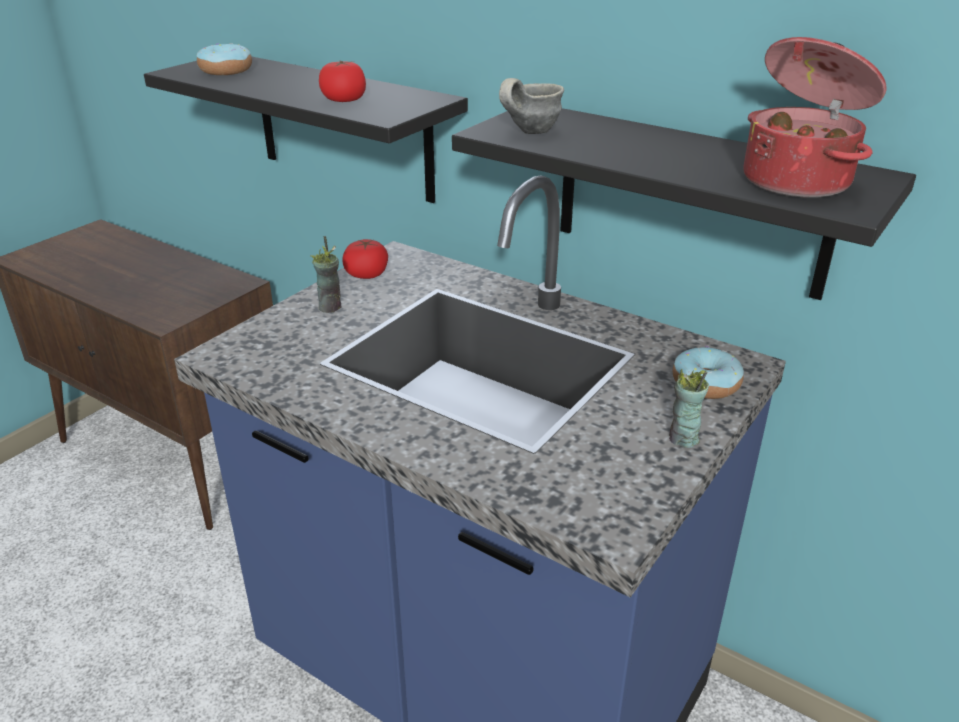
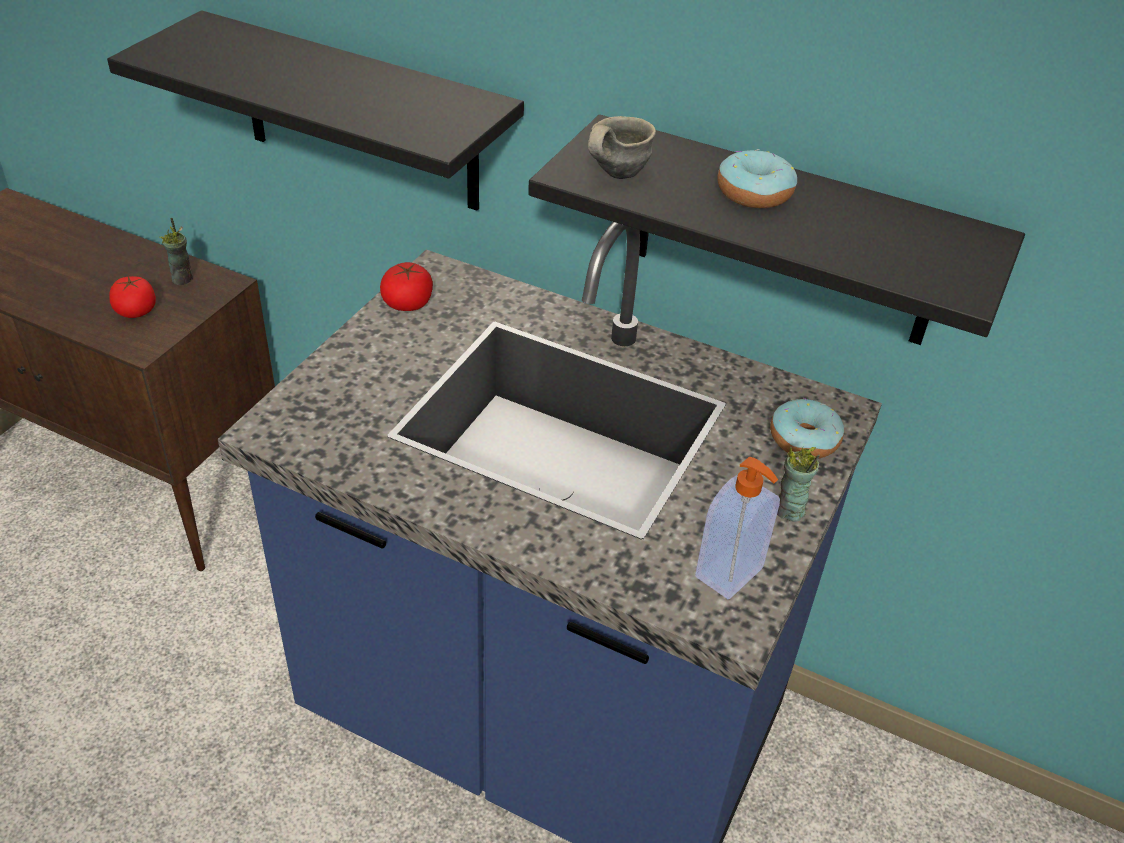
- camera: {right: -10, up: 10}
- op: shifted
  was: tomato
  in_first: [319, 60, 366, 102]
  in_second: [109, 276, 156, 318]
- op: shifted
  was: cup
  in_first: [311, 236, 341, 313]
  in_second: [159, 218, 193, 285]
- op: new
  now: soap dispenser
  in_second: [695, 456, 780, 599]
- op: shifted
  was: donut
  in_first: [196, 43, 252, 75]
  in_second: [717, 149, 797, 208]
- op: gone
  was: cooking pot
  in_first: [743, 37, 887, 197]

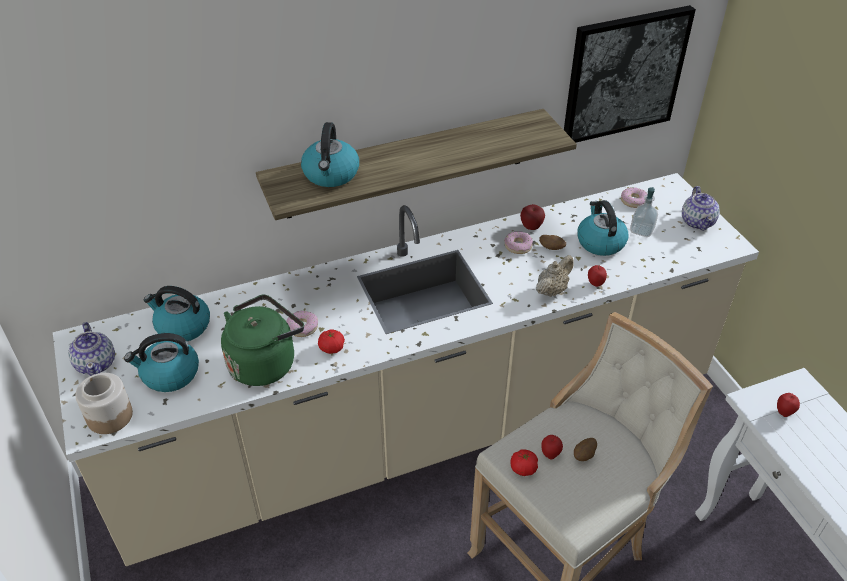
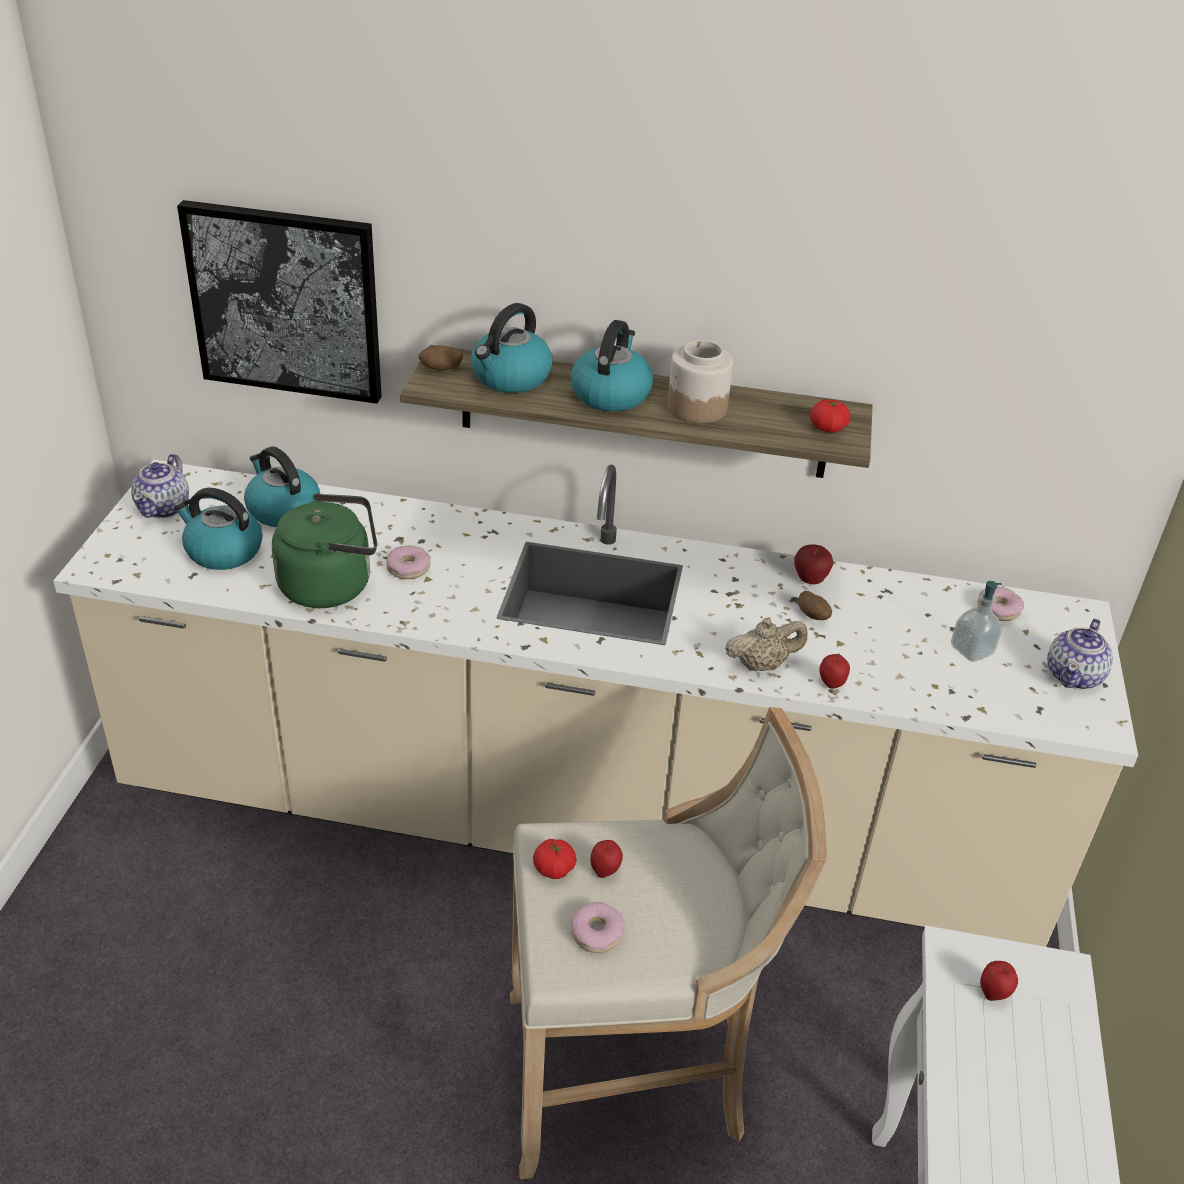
- camera: {right: 30, up: -5}
- op: shifted
  was: picture
  in_first: [564, 5, 696, 143]
  in_second: [177, 200, 382, 404]
- op: shifted
  was: potato
  in_first: [574, 438, 597, 461]
  in_second: [419, 346, 463, 371]
- op: shifted
  was: kettle
  in_first: [577, 200, 628, 256]
  in_second: [570, 320, 653, 411]
- op: shifted
  was: donut
  in_first: [504, 231, 533, 254]
  in_second: [571, 902, 625, 953]
- op: shifted
  was: jar
  in_first: [75, 373, 133, 434]
  in_second: [667, 340, 733, 423]
- op: shifted
  was: tomato
  in_first: [318, 329, 345, 354]
  in_second: [810, 399, 850, 433]

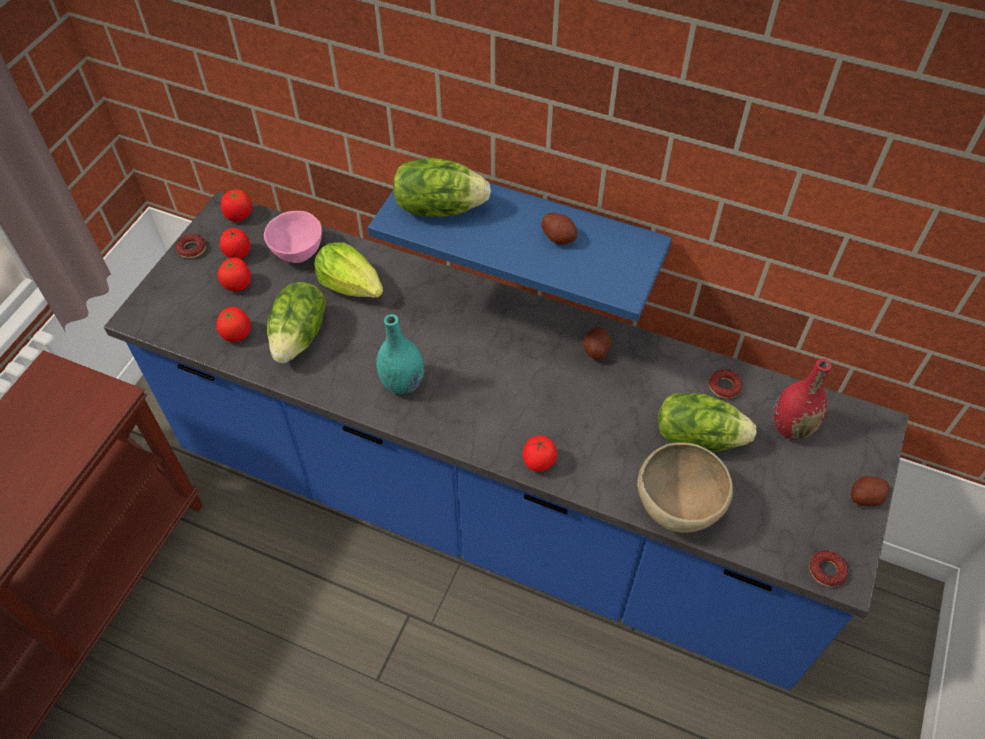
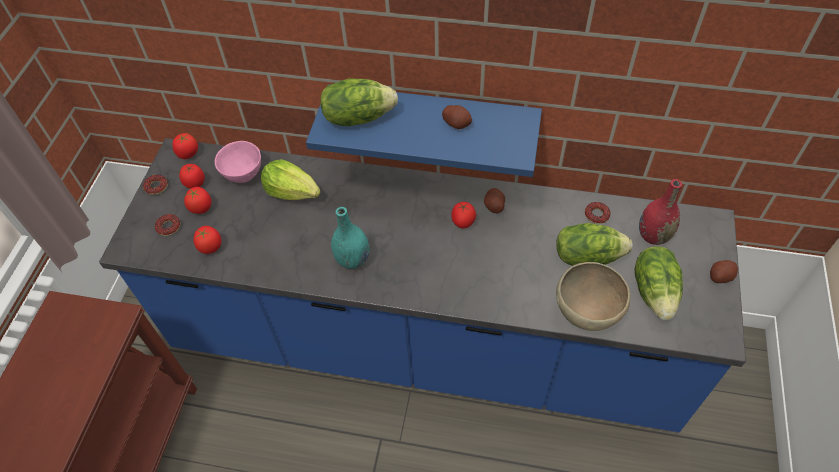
- camera: {right: -10, up: 0}
- op: shifted
  was: donut
  in_first: [810, 550, 848, 587]
  in_second: [155, 214, 180, 236]
- op: shifted
  was: tomato
  in_first: [523, 436, 557, 472]
  in_second: [451, 202, 476, 228]
- op: shifted
  was: lettuce
  in_first: [267, 282, 326, 363]
  in_second: [635, 247, 683, 320]

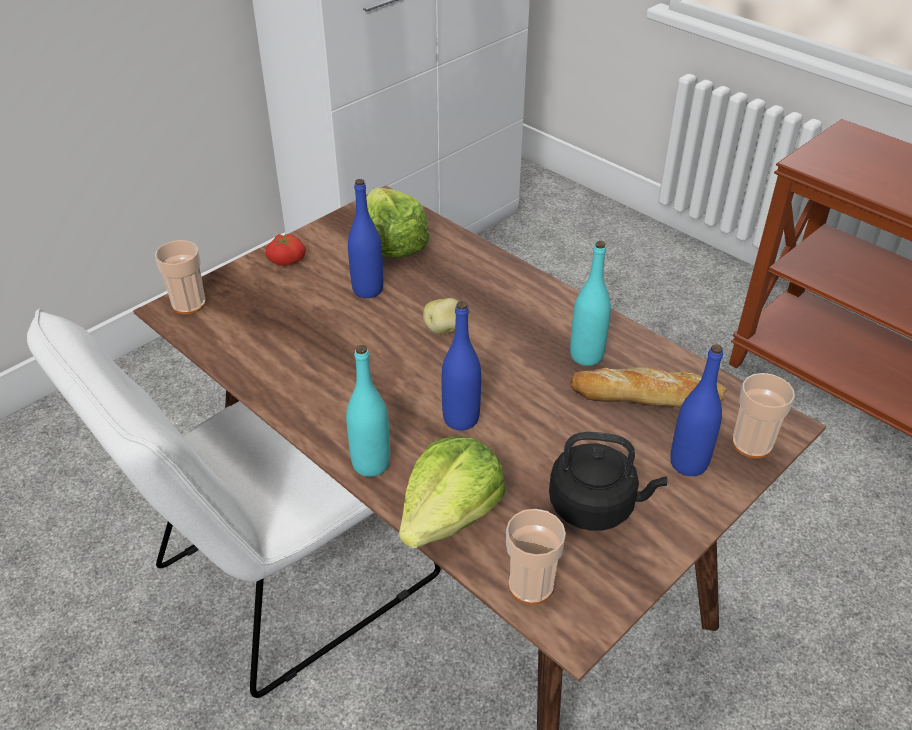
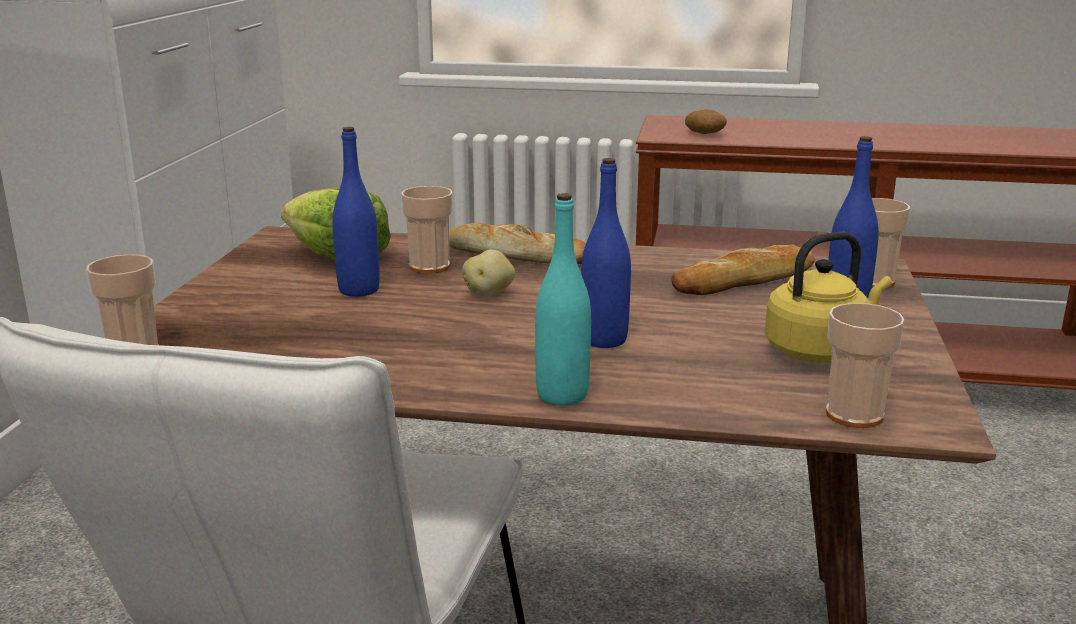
- camera: {right: -35, up: -20}
- op: new
  now: cup
  in_second: [401, 186, 453, 274]
- op: new
  now: bread
  in_second: [449, 223, 586, 264]
- op: new
  now: potato
  in_second: [685, 110, 727, 134]
- op: repainted
  was: kettle/black
  now: kettle/yellow
  in_first: [549, 432, 668, 531]
  in_second: [765, 232, 892, 363]
- op: gone
  was: tomato
  in_first: [266, 234, 306, 266]
- op: gone
  was: lettuce
  in_first: [399, 436, 506, 549]
- op: gone
  was: bottle/turquoise
  in_first: [570, 241, 611, 366]

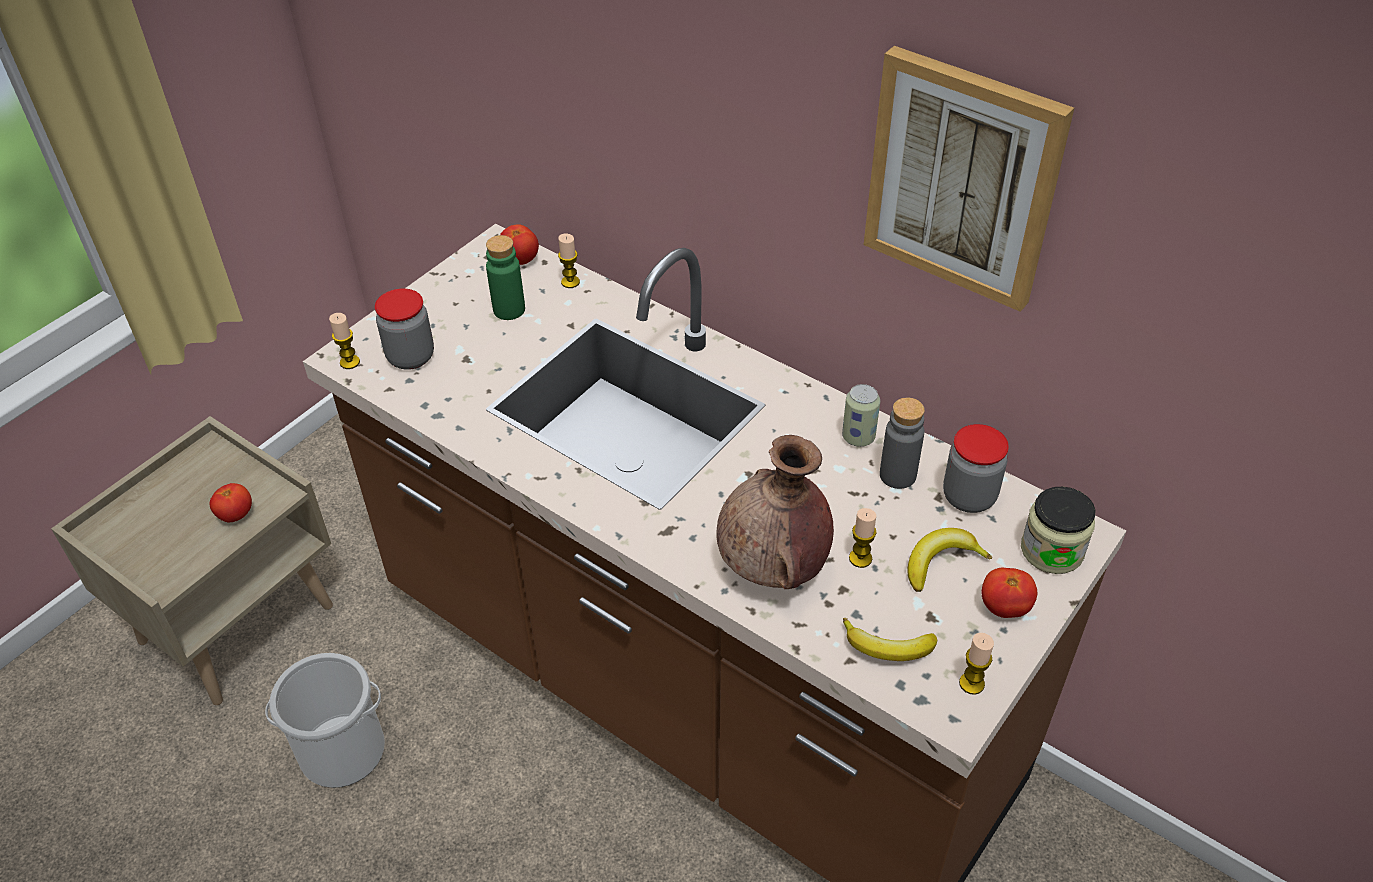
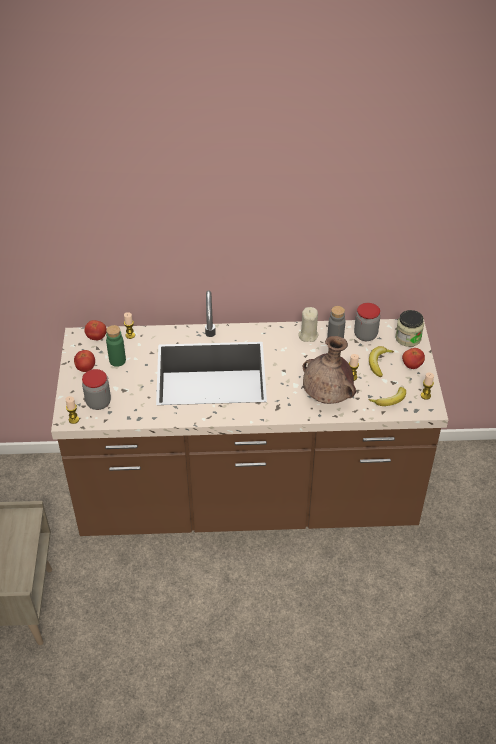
- camera: {right: -40, up: 0}
- op: shifted
  was: tomato
  in_first: [209, 483, 252, 522]
  in_second: [74, 350, 95, 372]
- op: swapped
  was: can
  now: candle/beige
  in_first: [842, 384, 880, 447]
  in_second: [298, 307, 319, 342]
- op: gone
  was: bucket
  in_first: [265, 653, 385, 788]
- op: gone
  was: picture
  in_first: [864, 46, 1074, 312]

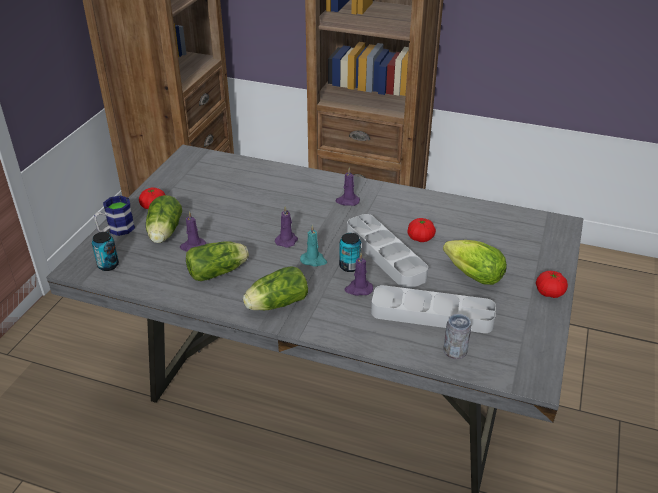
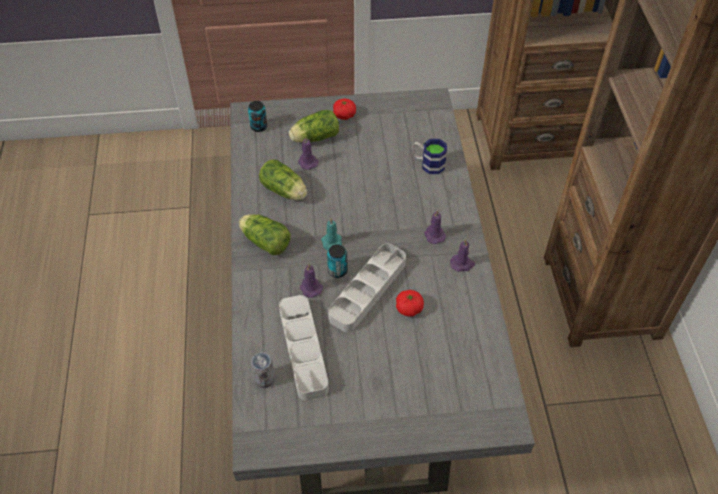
- camera: {right: 65, up: 15}
- op: shifted
  was: mug
  in_first: [94, 195, 135, 236]
  in_second: [413, 139, 447, 174]
- op: shifted
  was: candle/purple
  in_first: [275, 206, 298, 248]
  in_second: [450, 239, 475, 272]
- op: gone
  was: lettuce
  in_first: [443, 240, 507, 285]
- op: gone
  was: tomato
  in_first: [536, 271, 568, 298]

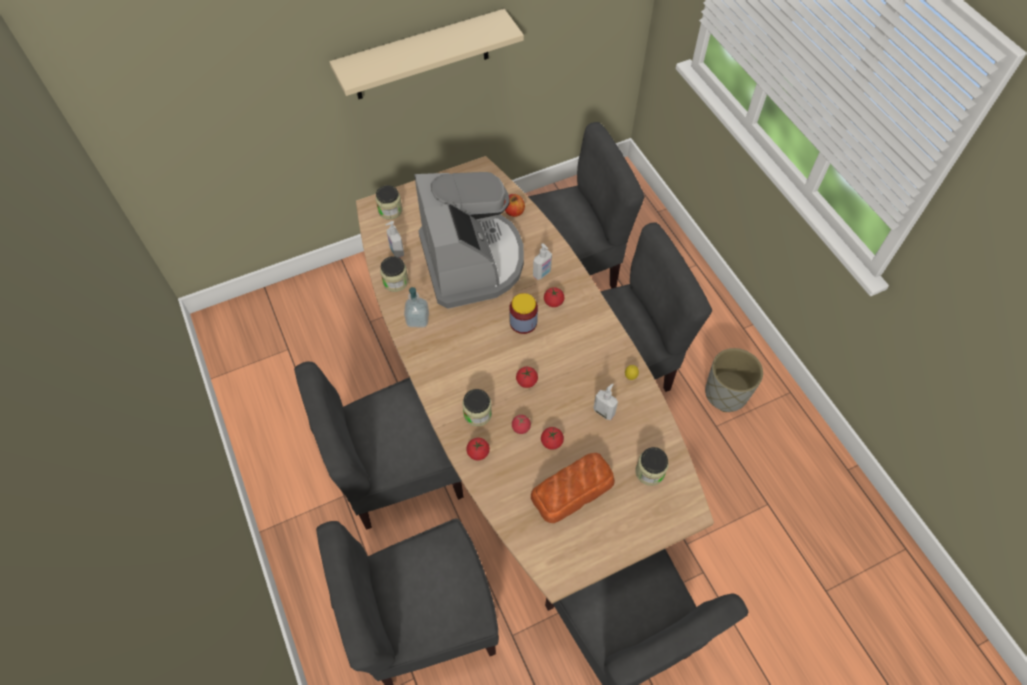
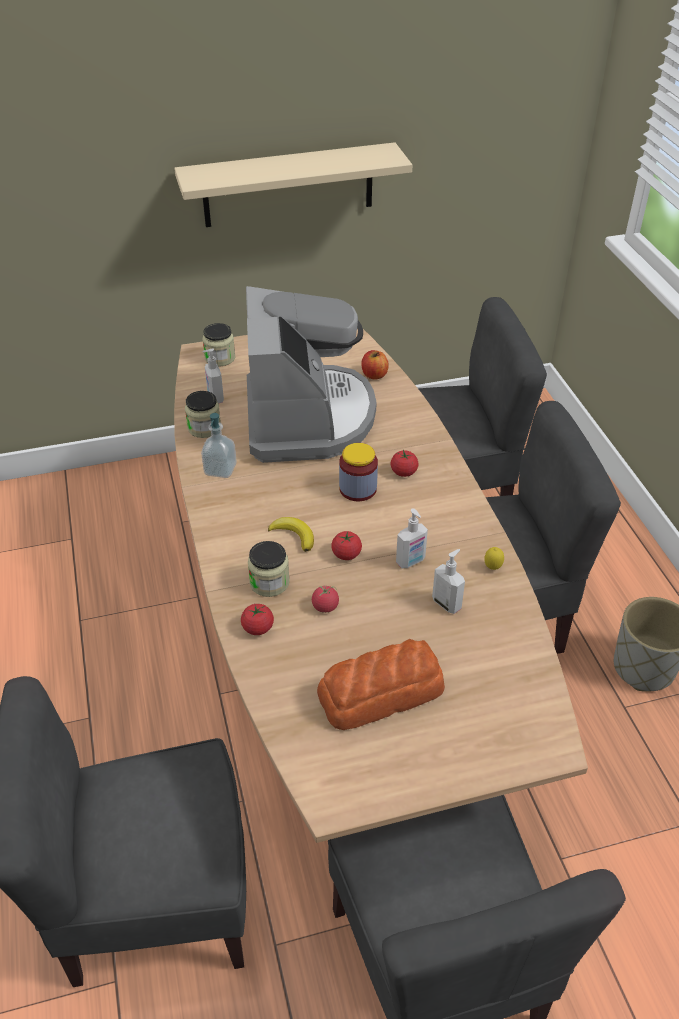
- camera: {right: 10, up: -15}
- op: new
  now: banana
  in_second: [268, 517, 314, 552]
- op: shifted
  was: soap dispenser
  in_first: [533, 243, 552, 280]
  in_second: [396, 508, 428, 568]
- op: gone
  was: chair/grey
  in_first: [294, 361, 464, 530]
- op: gone
  was: tomato
  in_first: [541, 427, 564, 450]
- op: gone
  was: jar
  in_first: [635, 447, 669, 486]

